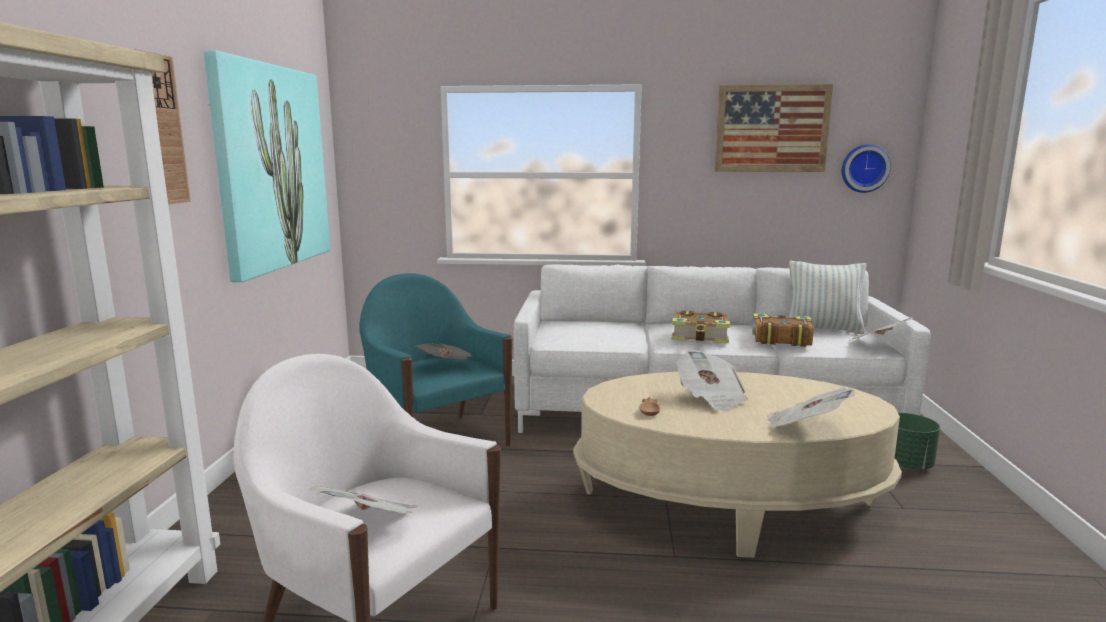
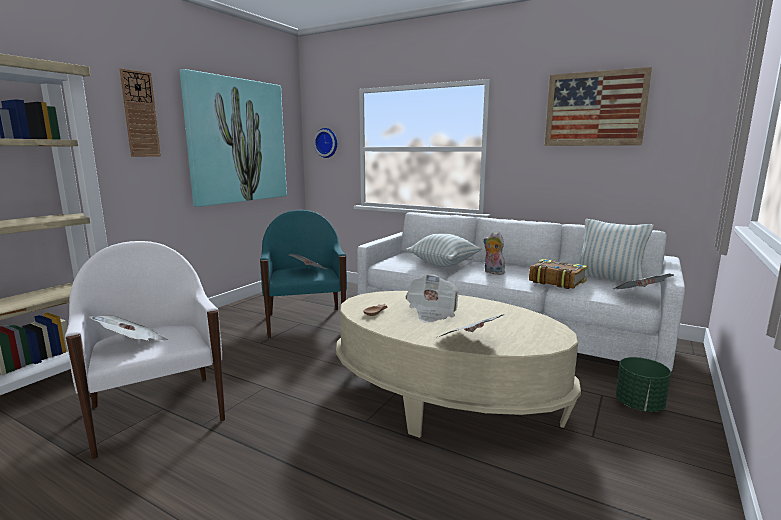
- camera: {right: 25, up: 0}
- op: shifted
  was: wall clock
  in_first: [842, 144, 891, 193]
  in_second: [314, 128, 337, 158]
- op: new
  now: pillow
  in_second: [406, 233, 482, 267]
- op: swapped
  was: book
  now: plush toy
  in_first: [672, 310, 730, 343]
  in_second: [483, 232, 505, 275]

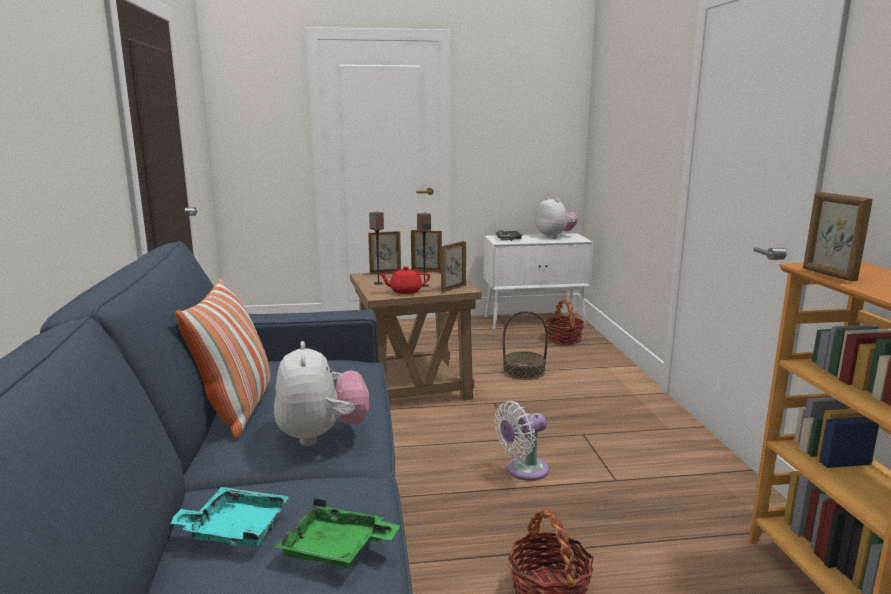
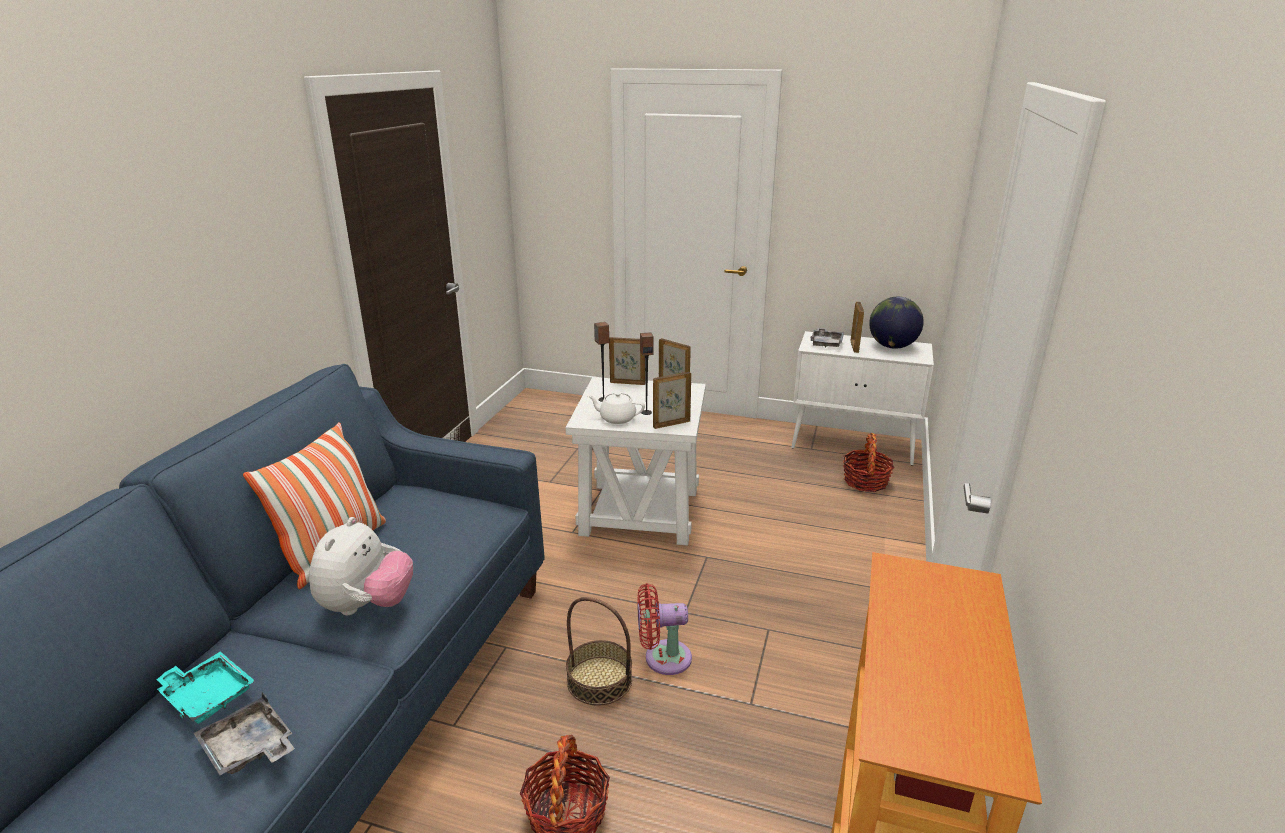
- camera: {right: 25, up: 10}
- op: repainted
  was: tray/green
  now: tray/grey
  in_first: [274, 498, 401, 568]
  in_second: [193, 692, 295, 775]
- op: repainted
  was: side table/brown
  now: side table/white
  in_first: [350, 271, 481, 400]
  in_second: [566, 377, 706, 546]
- op: shifted
  was: basket
  in_first: [503, 311, 548, 380]
  in_second: [566, 597, 632, 706]
- op: repainted
  was: teapot/red
  now: teapot/white
  in_first: [378, 266, 430, 294]
  in_second: [587, 392, 645, 424]
- op: repainted
  was: fan/white
  now: fan/red
  in_first: [495, 401, 549, 481]
  in_second: [637, 583, 692, 675]
- op: shifted
  was: picture frame
  in_first: [803, 192, 873, 281]
  in_second: [850, 302, 864, 353]
- op: swapped
  was: plush toy
  now: globe
  in_first: [535, 197, 577, 239]
  in_second: [869, 297, 924, 349]

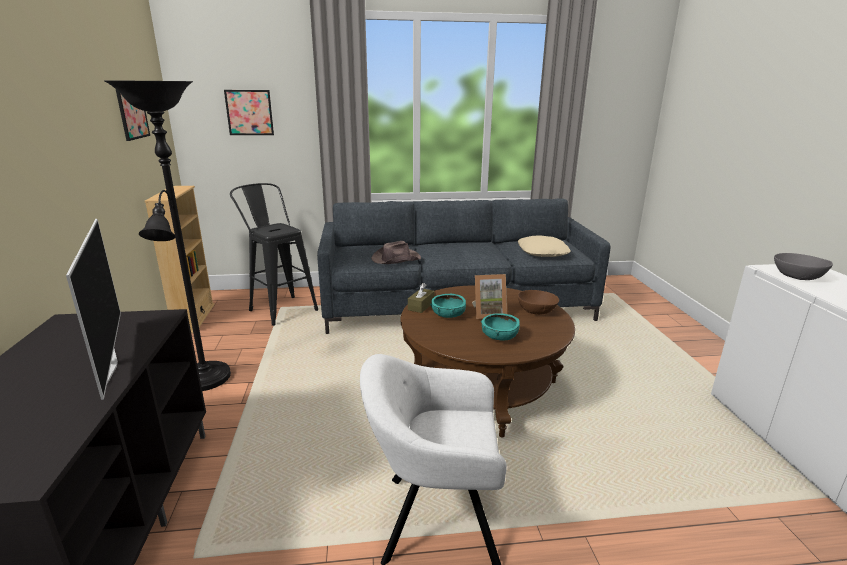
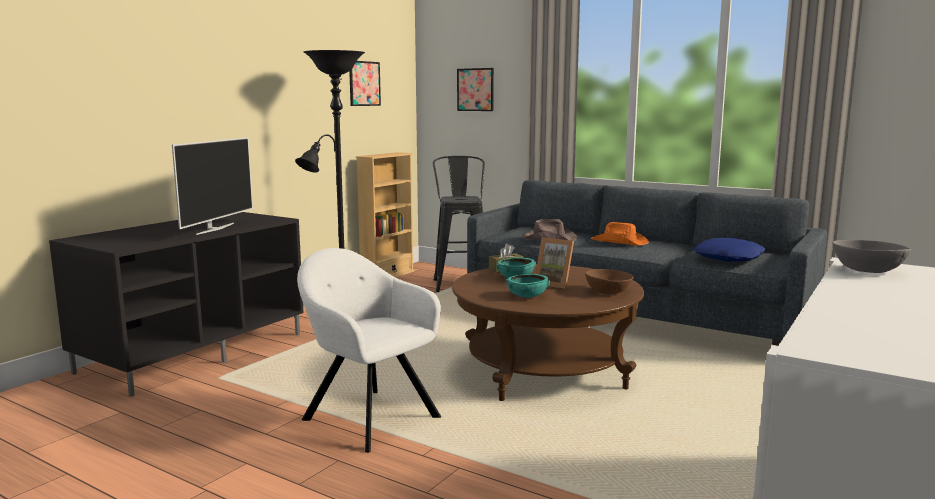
- camera: {right: 40, up: -10}
- op: new
  now: hat/orange
  in_second: [591, 222, 649, 246]
- op: repainted
  was: pillow/beige
  now: pillow/blue
  in_first: [518, 235, 571, 257]
  in_second: [693, 238, 765, 262]

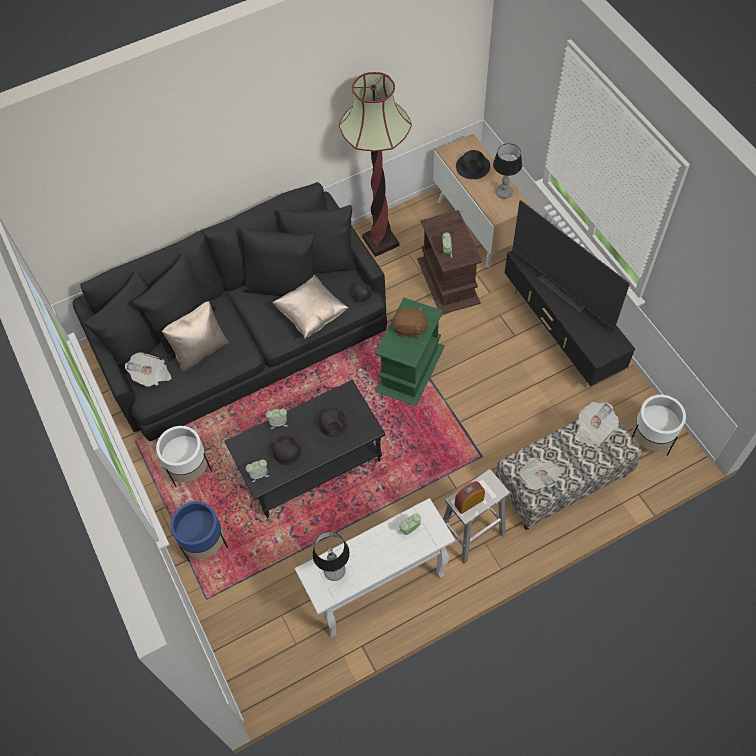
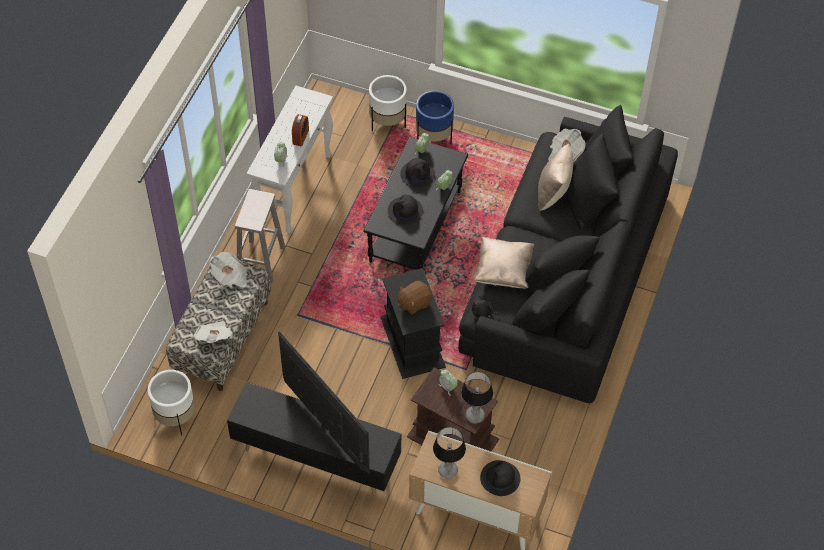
- camera: {right: 135, up: -5}
- op: rotated
  was: television
  in_first: [512, 200, 630, 331]
  in_second: [278, 331, 370, 474]
  clockwise: 45
- op: shifted
  was: alarm clock
  in_first: [455, 481, 485, 514]
  in_second: [292, 114, 309, 146]
- op: shifted
  was: planter/white
  in_first: [156, 426, 212, 487]
  in_second: [369, 75, 407, 131]
- op: repainted
  was: side table/green
  now: side table/black
  in_first: [375, 297, 445, 406]
  in_second: [380, 268, 446, 379]
- op: shifted
  was: table lamp
  in_first: [312, 531, 350, 581]
  in_second: [461, 372, 493, 424]
- op: gone
  was: floor lamp
  in_first: [339, 72, 412, 257]

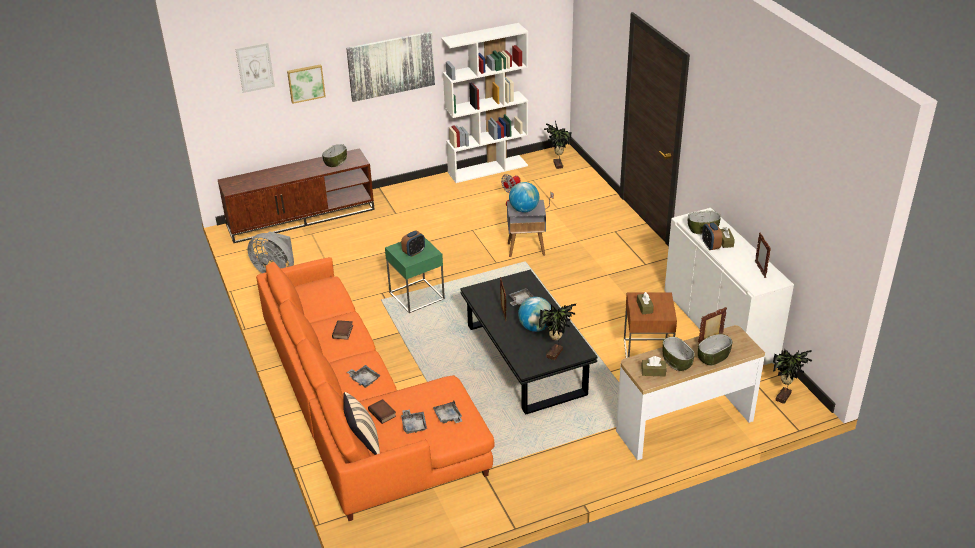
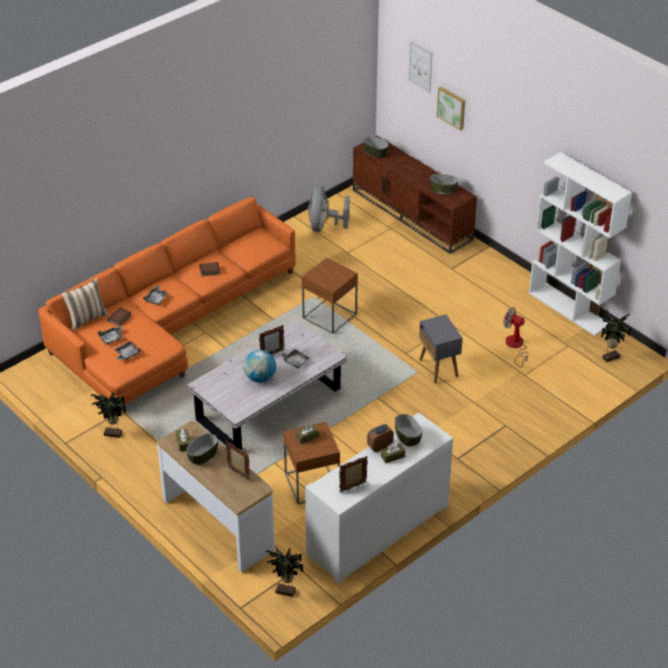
- camera: {right: 70, up: 5}
- op: shifted
  was: potted plant
  in_first: [539, 304, 576, 360]
  in_second: [91, 392, 126, 438]
- op: repainted
  was: coffee table/black
  now: coffee table/white
  in_first: [460, 270, 598, 415]
  in_second: [187, 321, 347, 450]
- op: repainted
  was: side table/green
  now: side table/brown
  in_first: [385, 238, 445, 313]
  in_second: [302, 258, 358, 334]
- op: shifted
  was: bowl
  in_first: [698, 334, 732, 366]
  in_second: [364, 136, 389, 158]
- op: gone
  was: picture
  in_first: [346, 32, 435, 102]
- op: gone
  was: alarm clock
  in_first: [401, 230, 425, 257]
- op: gone
  was: globe
  in_first: [509, 182, 539, 212]

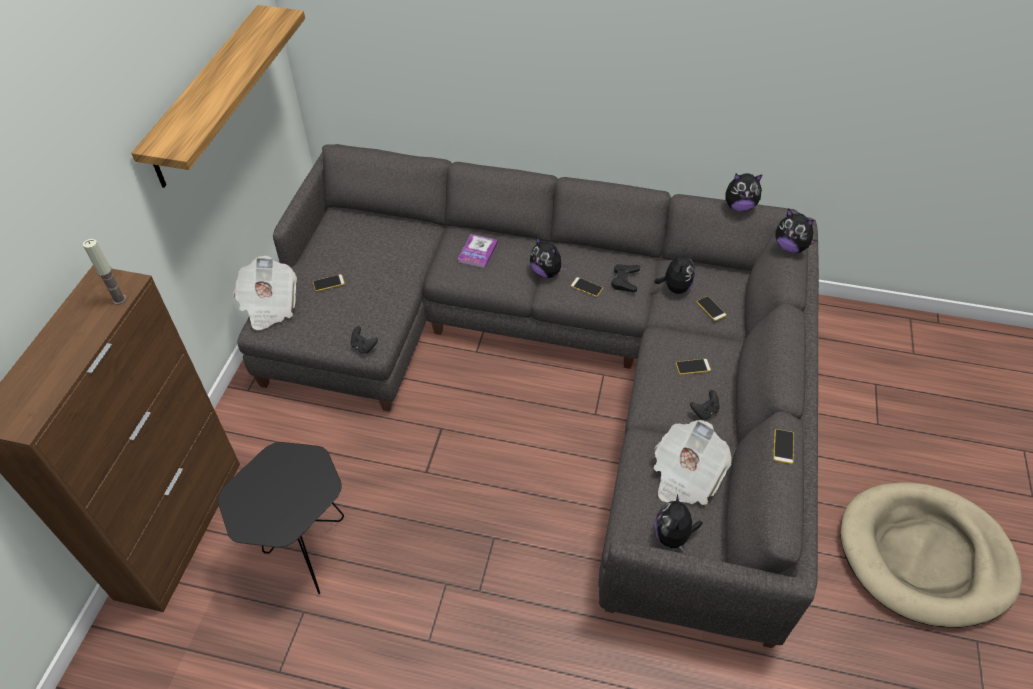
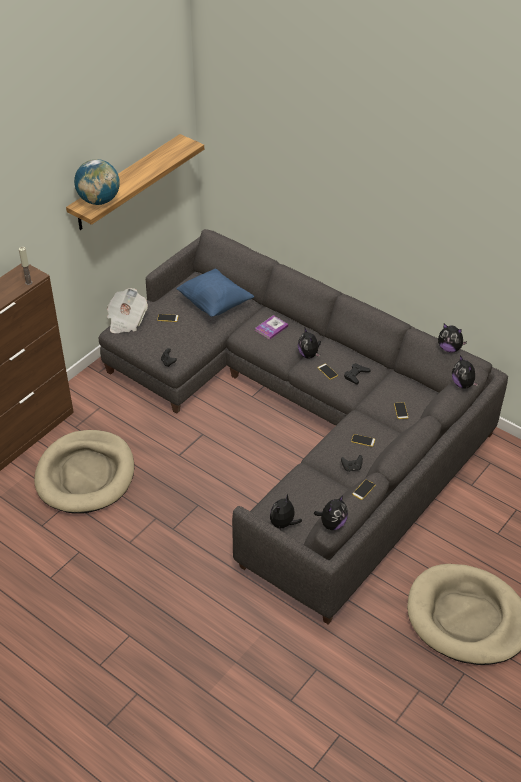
- camera: {right: 25, up: -5}
- op: swapped
  was: side table/black
  now: dog bed/beige
  in_first: [218, 442, 344, 594]
  in_second: [34, 430, 134, 514]
- op: new
  now: globe
  in_second: [74, 159, 120, 205]
- op: new
  now: pillow/blue
  in_second: [176, 268, 254, 317]
- op: shifted
  was: plush toy
  in_first: [654, 248, 695, 294]
  in_second: [314, 495, 348, 530]
- op: gone
  was: newspaper
  in_first: [654, 420, 732, 505]

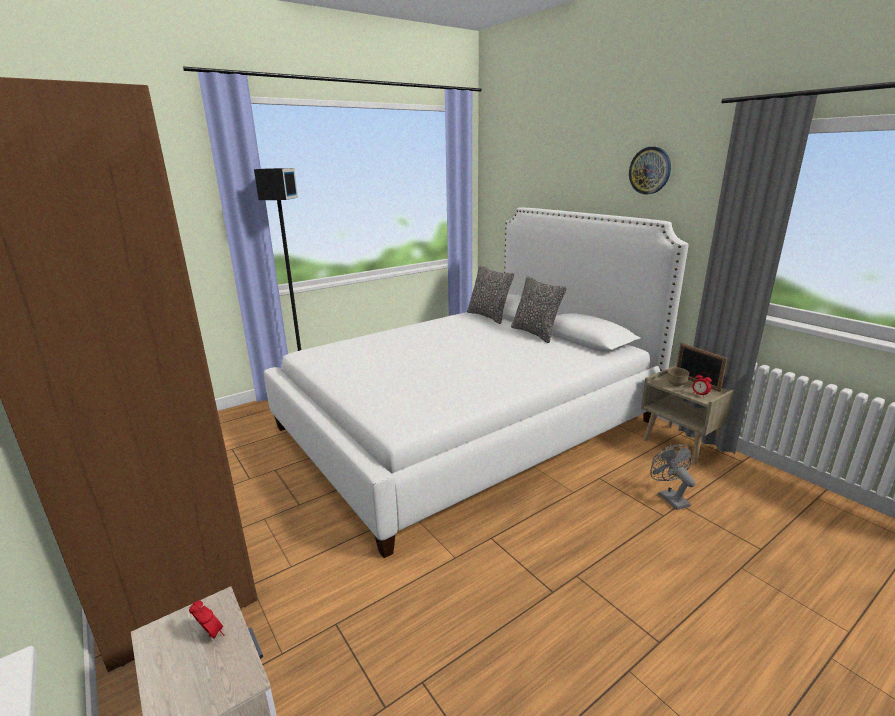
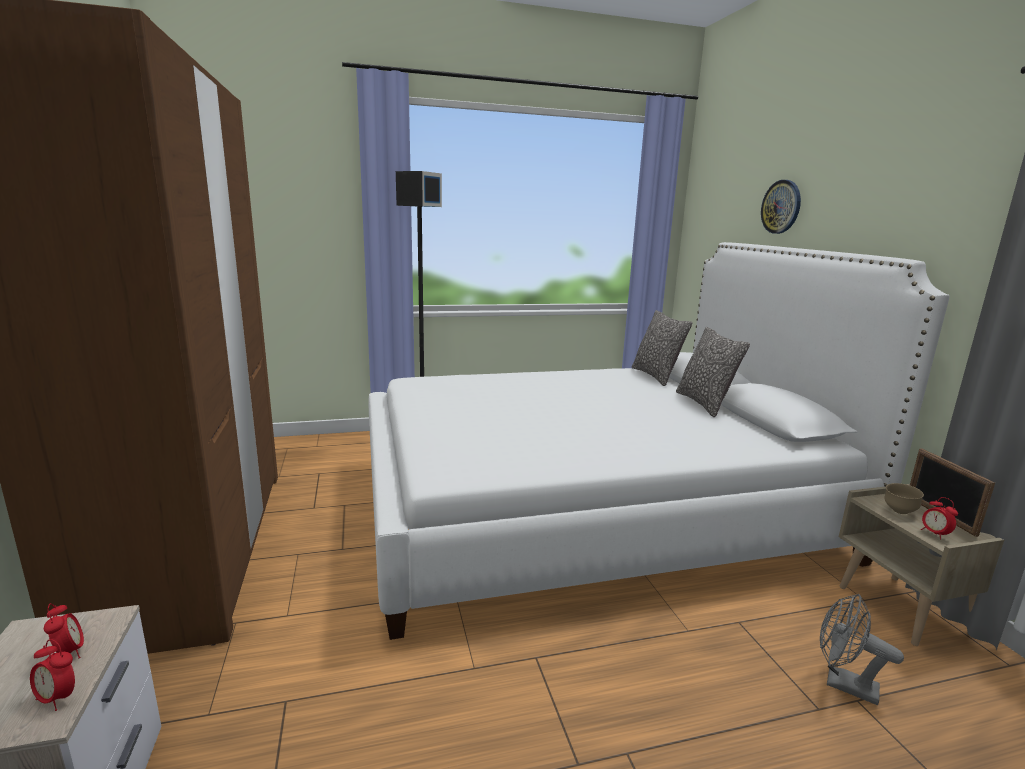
- camera: {right: 20, up: -5}
- op: new
  now: alarm clock
  in_second: [30, 639, 75, 711]
- op: shifted
  was: wall clock
  in_first: [629, 147, 671, 194]
  in_second: [761, 180, 801, 234]
- op: rotated
  was: fan/grey
  in_first: [650, 444, 696, 510]
  in_second: [820, 594, 904, 705]
  clockwise: -60

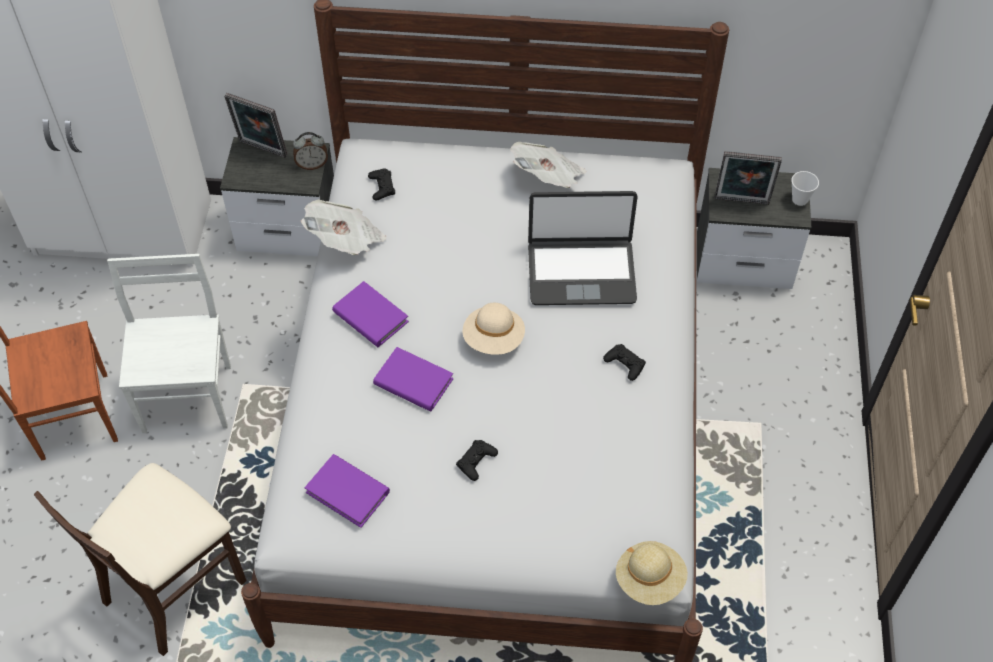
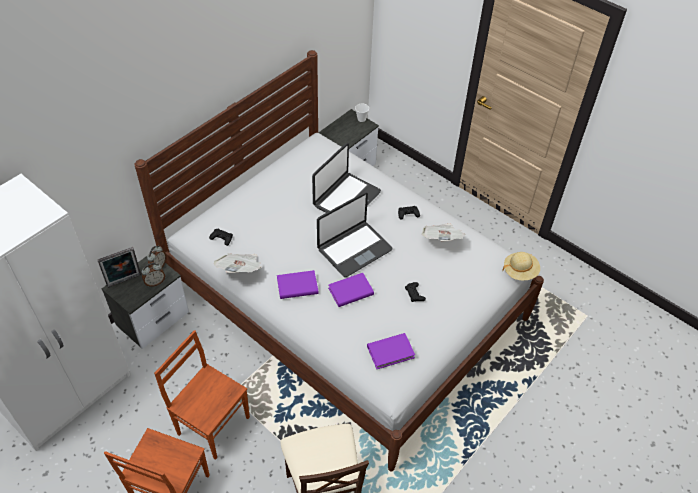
- camera: {right: -55, up: -5}
- op: new
  now: alarm clock
  in_second: [142, 263, 165, 287]
- op: repainted
  was: chair/white
  now: chair/brown
  in_first: [107, 254, 231, 433]
  in_second: [154, 330, 250, 460]
- op: swapped
  was: hat/beige
  now: laptop
  in_first: [463, 303, 525, 355]
  in_second: [317, 192, 393, 277]
- op: shifted
  was: newspaper
  in_first: [510, 142, 586, 188]
  in_second: [421, 223, 466, 242]
- op: gone
  was: picture frame
  in_first: [714, 151, 782, 205]

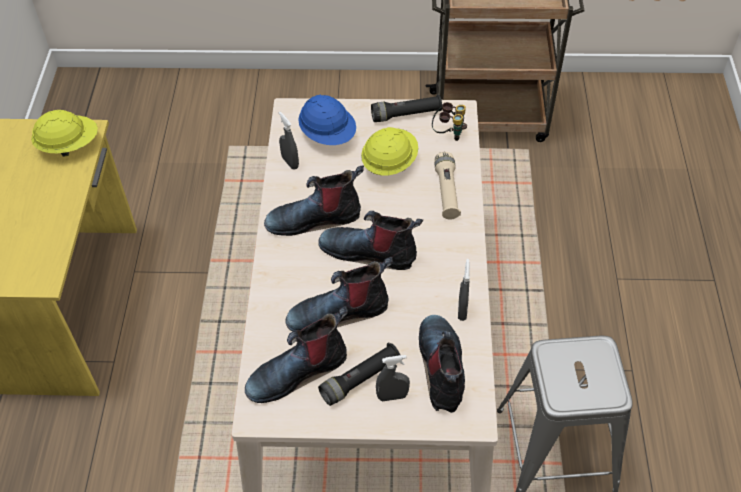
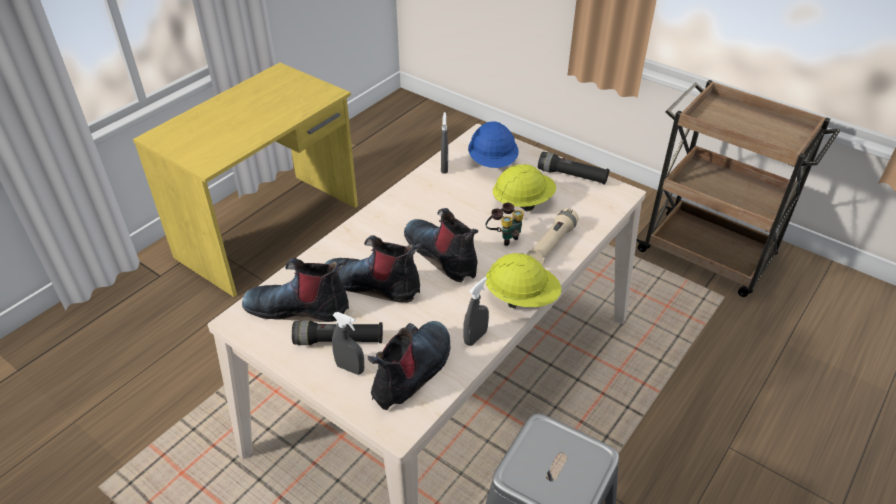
- camera: {right: 35, up: -10}
- op: shifted
  was: binoculars
  in_first: [432, 102, 467, 141]
  in_second: [486, 203, 524, 246]
- op: shifted
  was: hard hat/yellow
  in_first: [31, 110, 98, 157]
  in_second: [486, 253, 562, 309]
- op: gone
  was: boot
  in_first: [264, 165, 364, 236]

